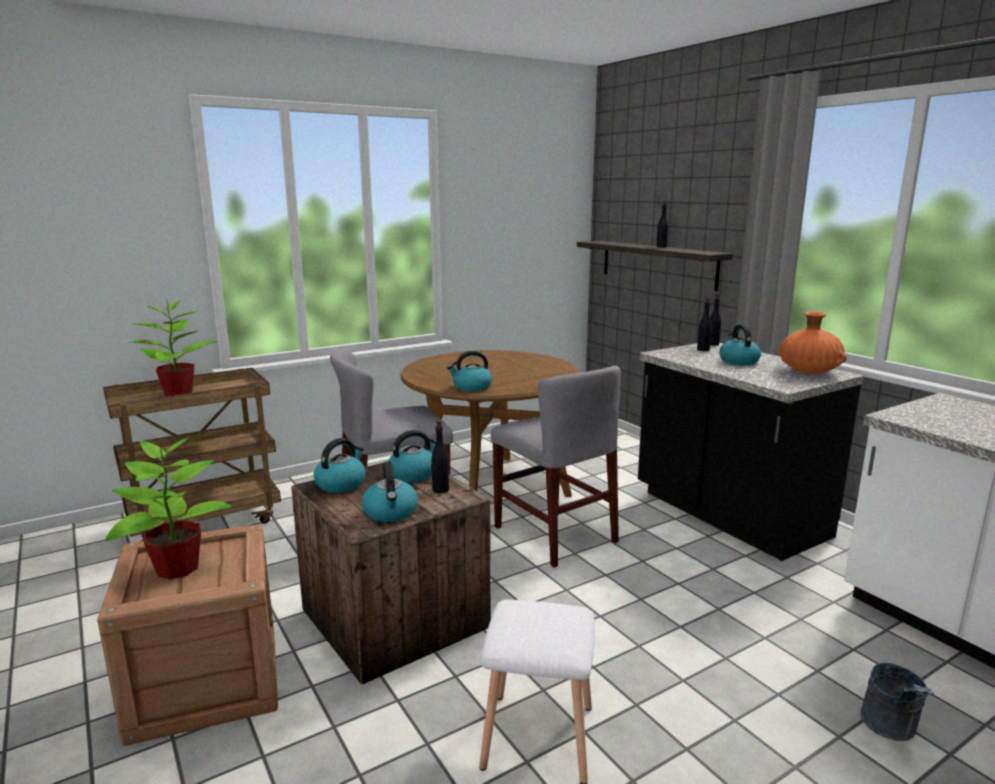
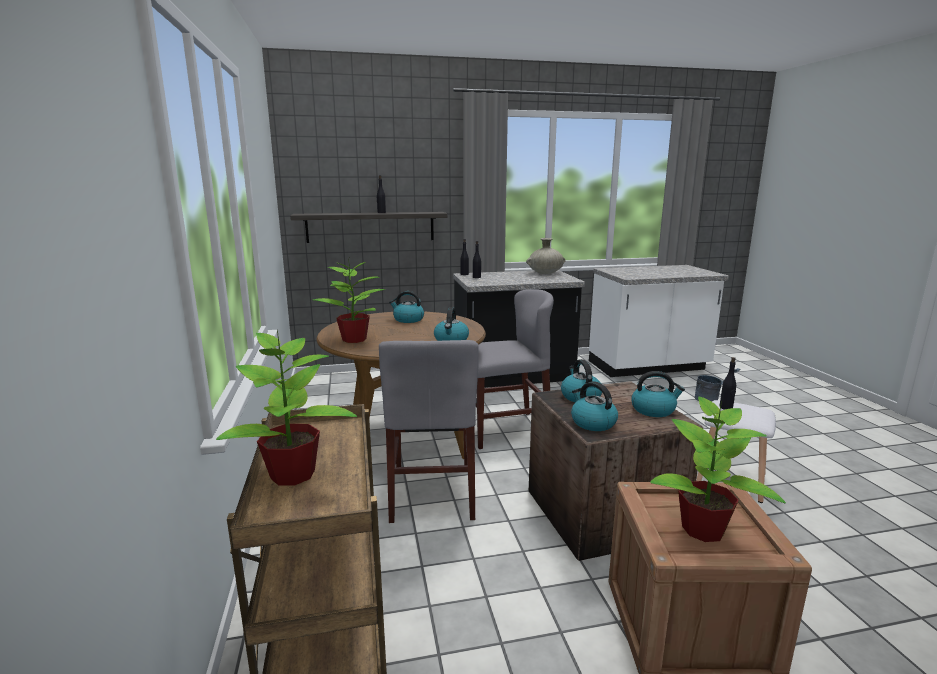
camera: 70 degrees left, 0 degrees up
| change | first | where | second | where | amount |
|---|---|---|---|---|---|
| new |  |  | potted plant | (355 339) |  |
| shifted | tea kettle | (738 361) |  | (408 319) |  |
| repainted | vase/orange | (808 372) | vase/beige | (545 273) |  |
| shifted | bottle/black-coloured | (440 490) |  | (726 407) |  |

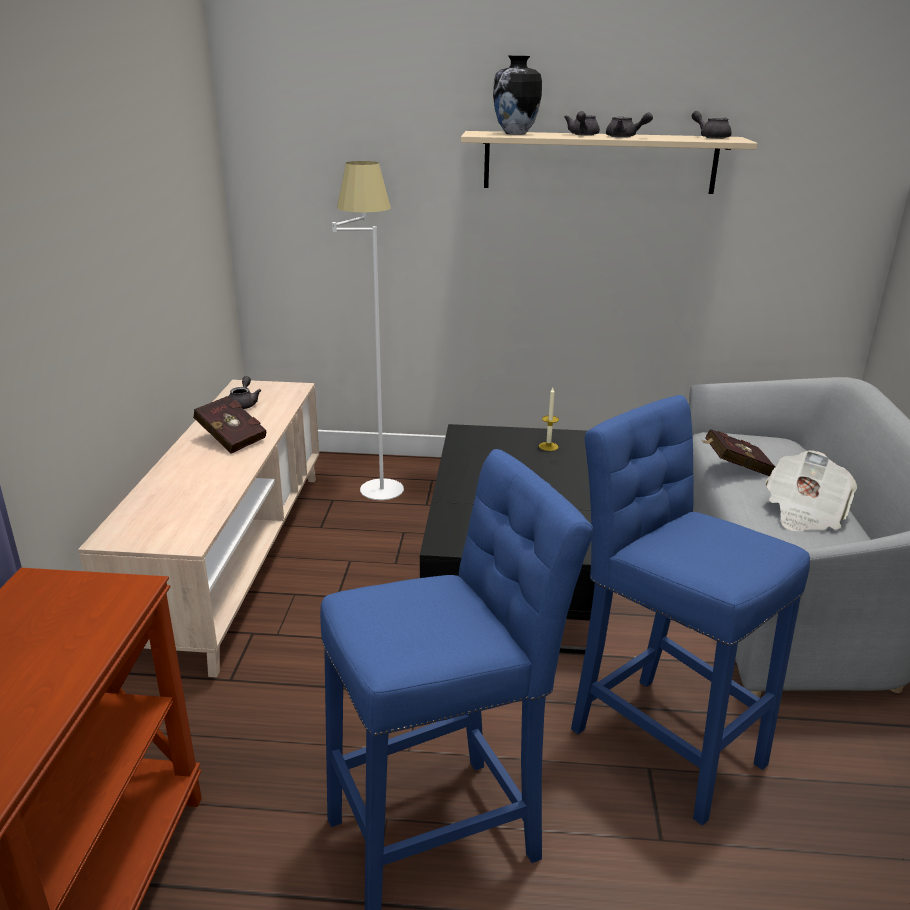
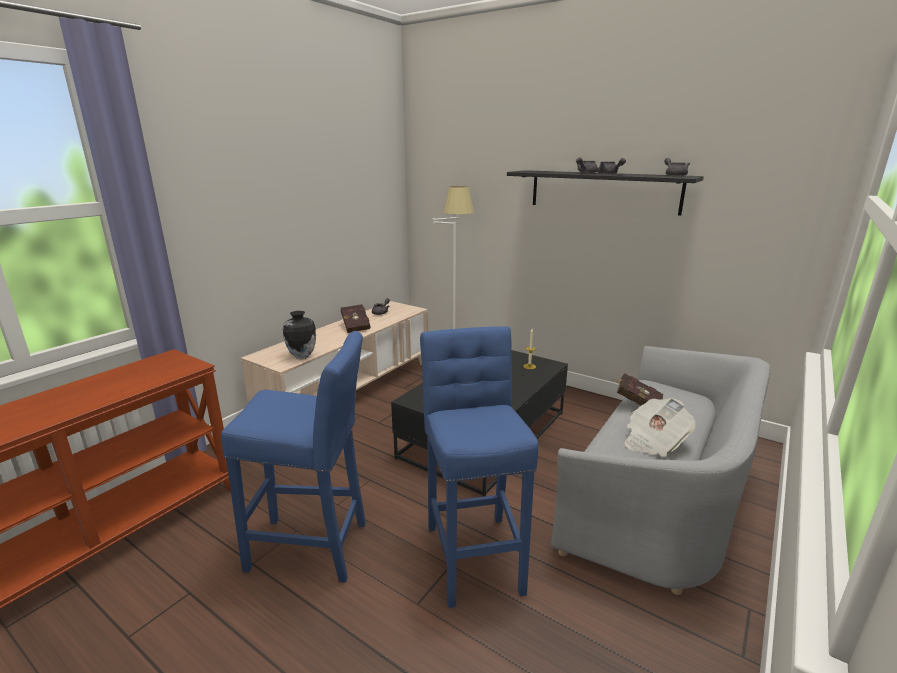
camera: 30 degrees right, 5 degrees down
| change | first | where | second | where | amount |
|---|---|---|---|---|---|
| shifted | vase | (515 133) |  | (301 356) |  |
| repainted | shelf/beige | (599 162) | shelf/black-coloured | (603 191) |  |

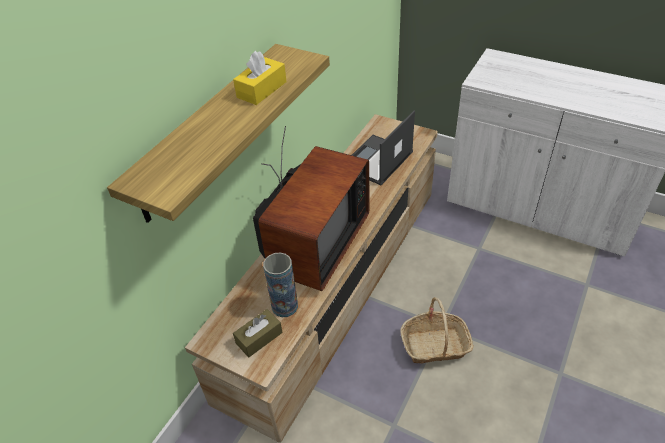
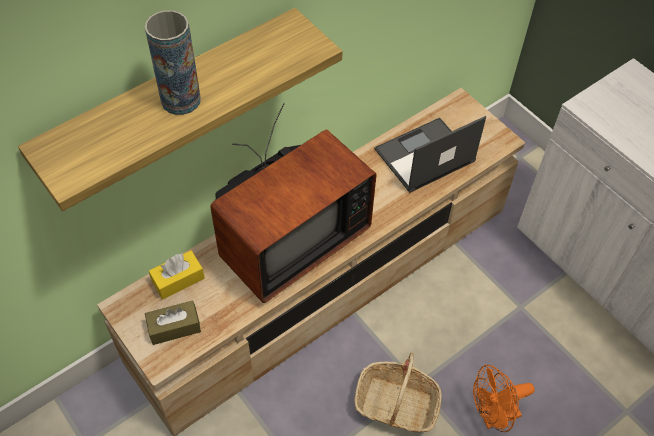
camera: 20 degrees right, 10 degrees up
| change | first | where | second | where | amount |
|---|---|---|---|---|---|
| shifted | vase | (284 306) |  | (181 100) |  |
| shifted | tissue holder/yellowish | (262 90) |  | (178 280) |  |
| new |  |  | electric fan/orange | (493 416) |  |

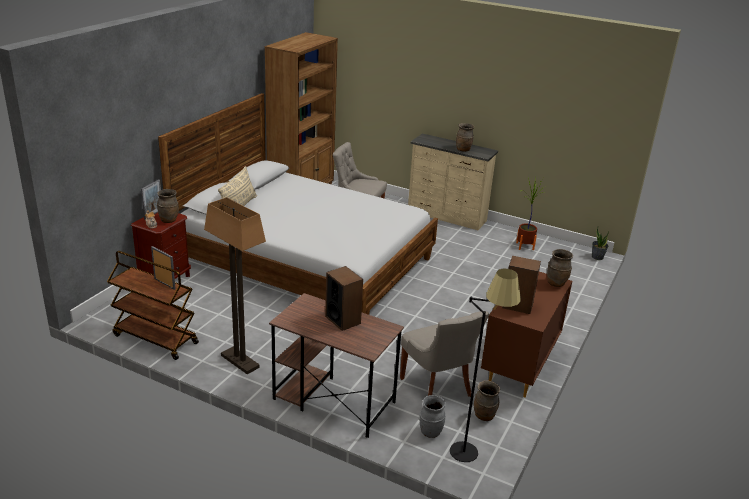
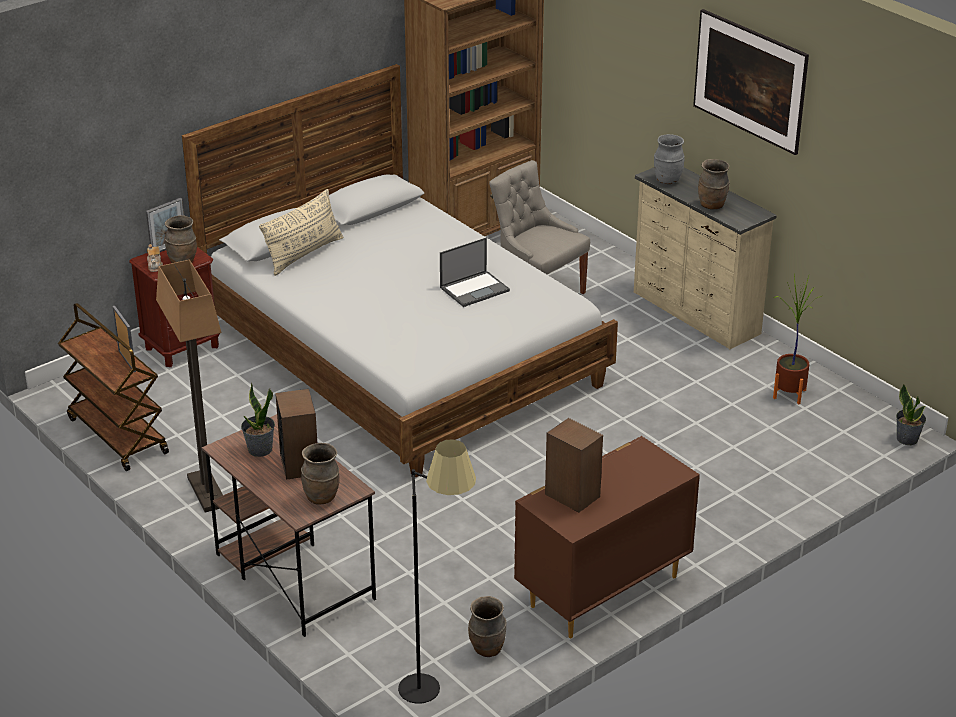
camera: 25 degrees right, 5 degrees up
| change | first | where | second | where | amount |
|---|---|---|---|---|---|
| new |  |  | potted plant | (260 450) |  |
| shifted | vase/brown-coloured | (556 283) |  | (322 498) |  |
| new |  |  | laptop | (475 289) |  |
| shifted | vase/greyish | (430 432) |  | (667 180) |  |
| new |  |  | wall art | (747 105) |  |
| gone | upright chair/greyish | (437 388) |  |  |  |

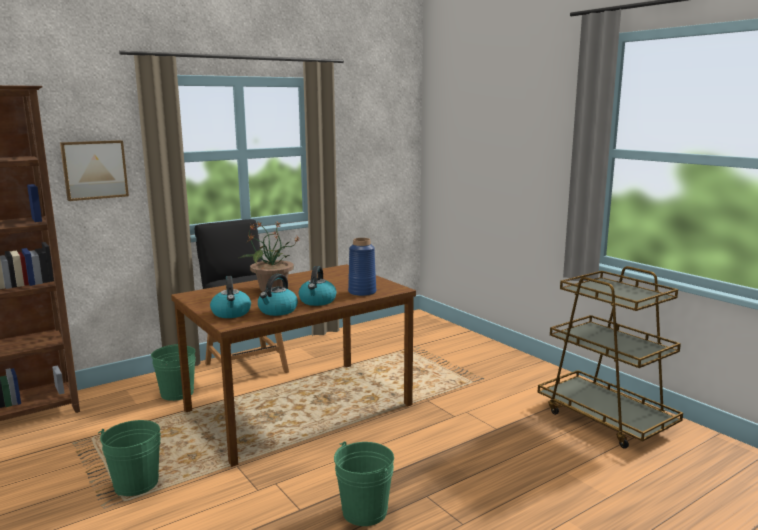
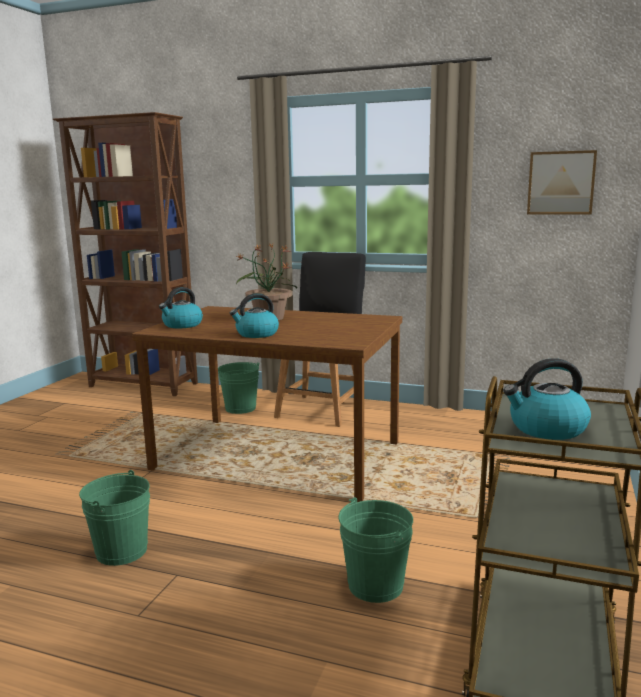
camera: 55 degrees right, 0 degrees up
| change | first | where | second | where | amount |
|---|---|---|---|---|---|
| shifted | bucket/green | (136 485) |  | (375 585) |  |
| shifted | tea kettle | (277 311) |  | (546 429) |  |
| shifted | wall art | (94 169) |  | (561 183) |  |
| gone | vase/bluish | (362 292) |  |  |  |

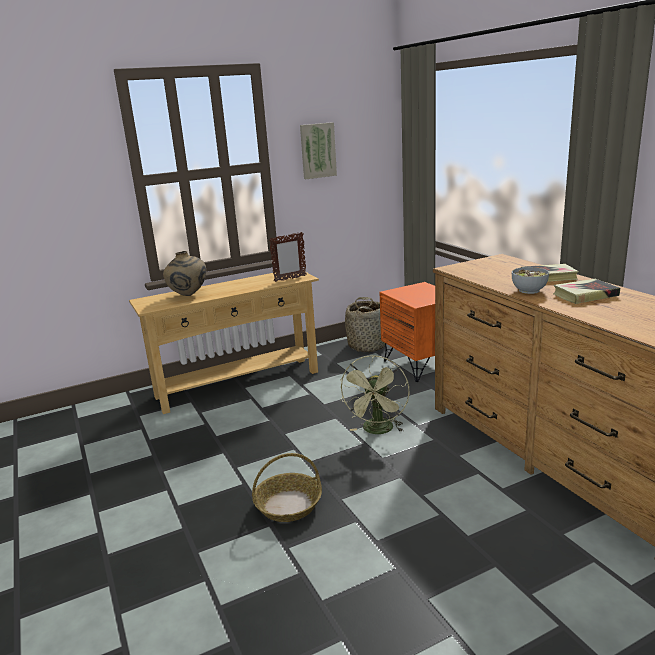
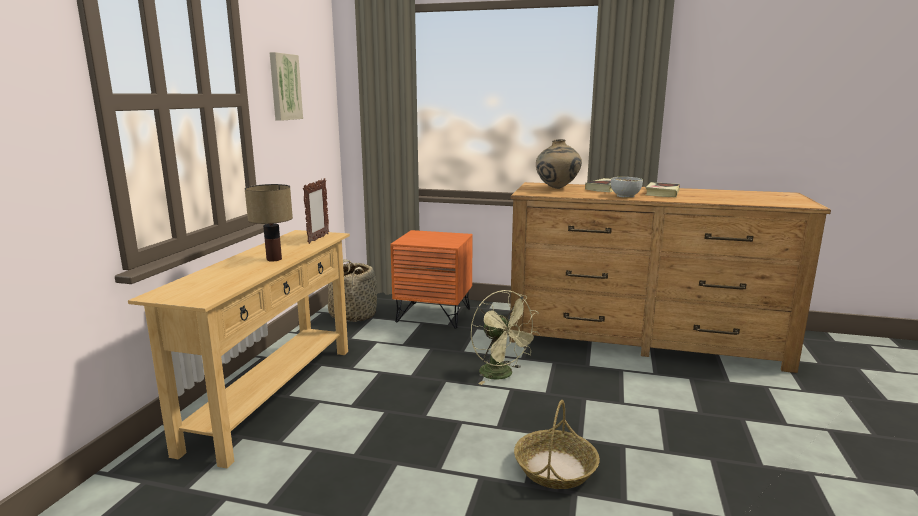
camera: 50 degrees left, 5 degrees down
| change | first | where | second | where | amount |
|---|---|---|---|---|---|
| new |  |  | lamp for a table | (274 259) |  |
| shifted | vase/beige | (188 295) |  | (557 188) |  |

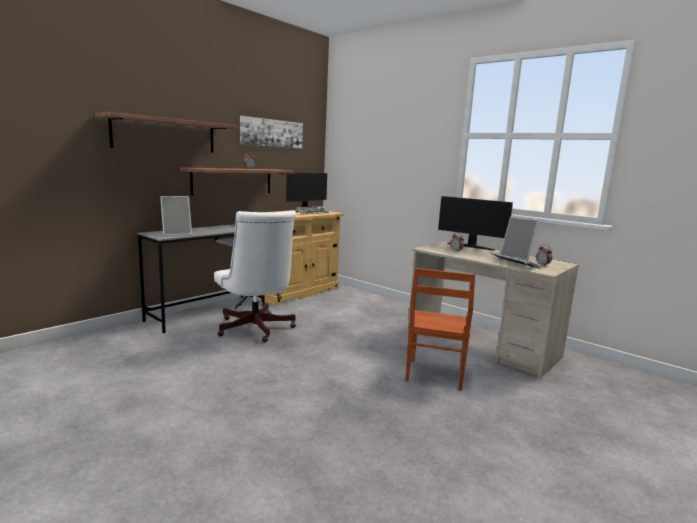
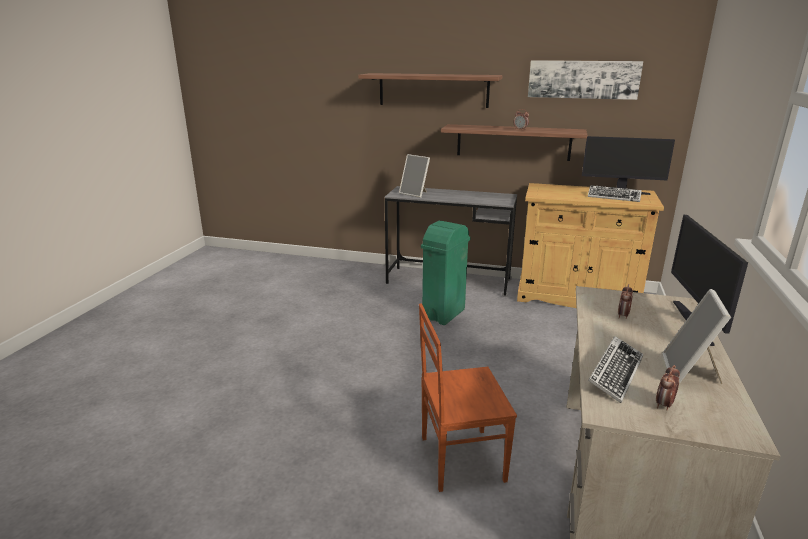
camera: 65 degrees right, 10 degrees up
| change | first | where | second | where | amount |
|---|---|---|---|---|---|
| swapped | desk chair/white | (255 329) | rubbish bin/green | (443 314) |  |

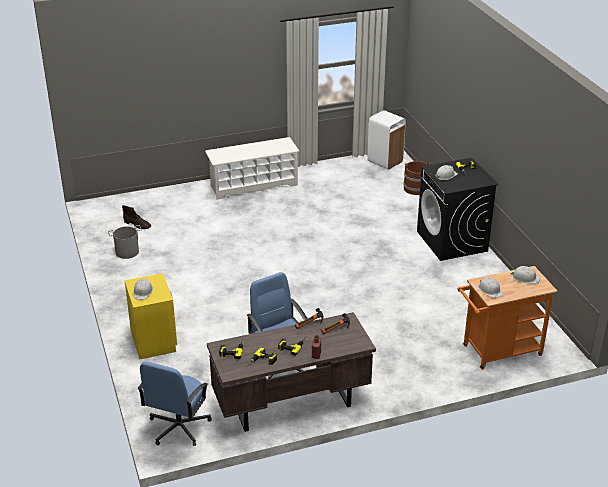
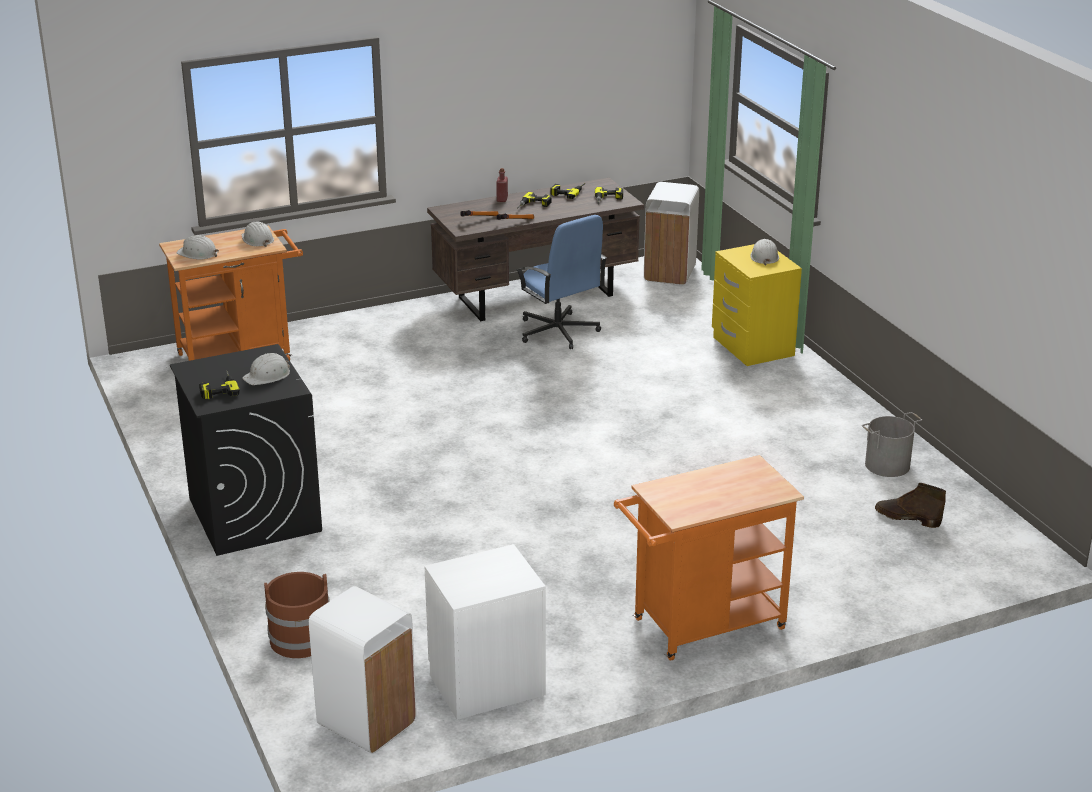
camera: 175 degrees right, 5 degrees down
| change | first | where | second | where | amount |
|---|---|---|---|---|---|
| new |  |  | bedside table/white | (486 684) |  |
| swapped | shoe rack/white | (253 185) | trolley/orange | (700 627) |  |
| swapped | desk chair/bluish | (178 427) | rubbish bin/white | (670 273) |  |

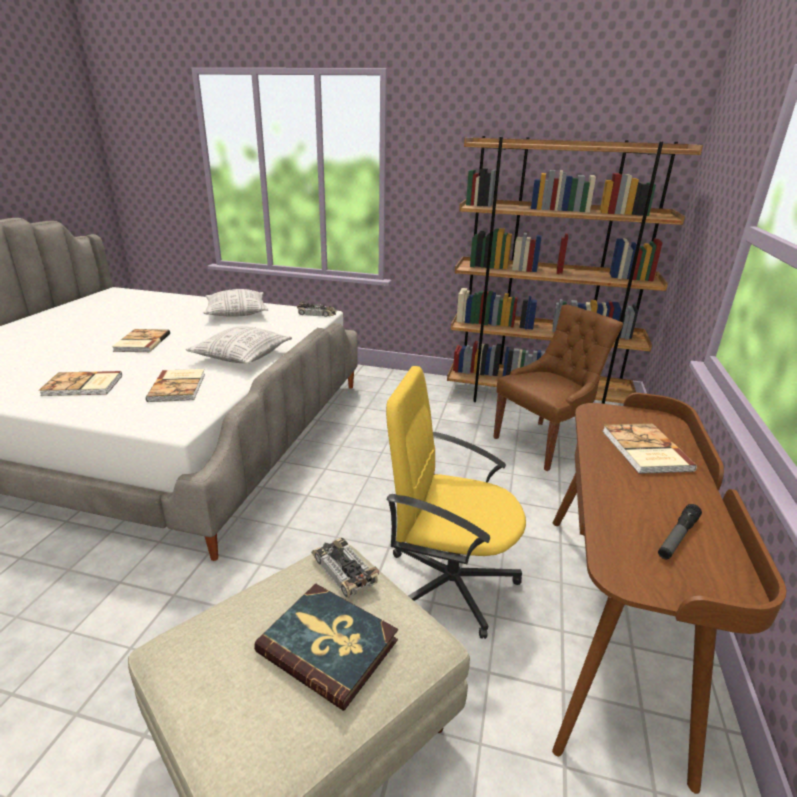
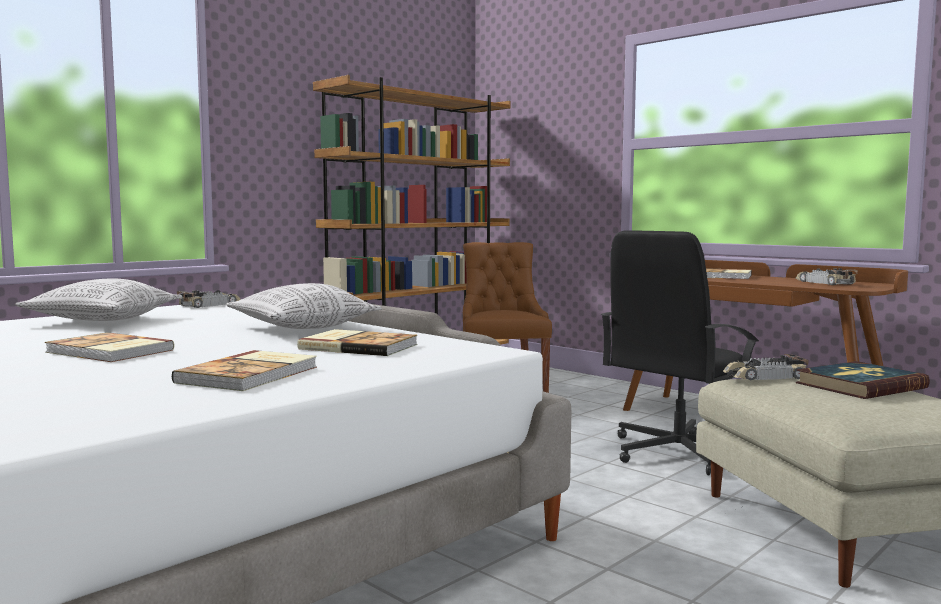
camera: 60 degrees left, 20 degrees down
| change | first | where | second | where | amount |
|---|---|---|---|---|---|
| repainted | desk chair/yellowish | (448 582) | desk chair/black-coloured | (676 452) |  |
| swapped | torch | (677 537) | toy car | (824 282) |  |

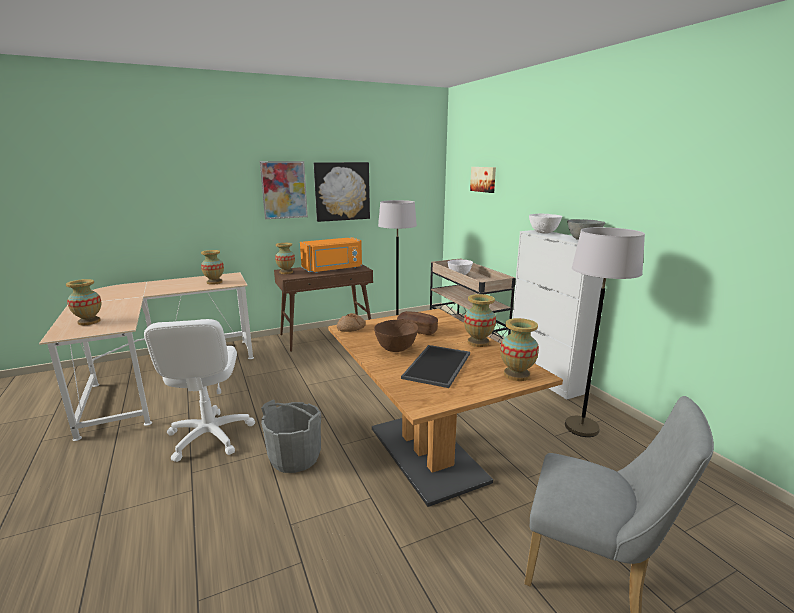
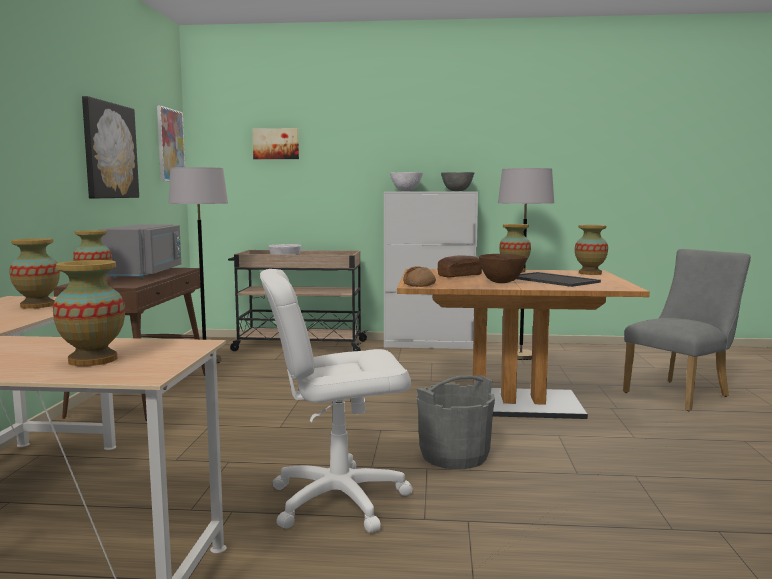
camera: 60 degrees left, 10 degrees down
| change | first | where | second | where | amount |
|---|---|---|---|---|---|
| repainted | microwave/orange | (333 269) | microwave/greyish | (146 274) |  |
| shifted | wall art | (284 190) |  | (170 145) |  |
| rotated | desk chair/white | (209 436) |  | (338 500) | 150 degrees clockwise |

